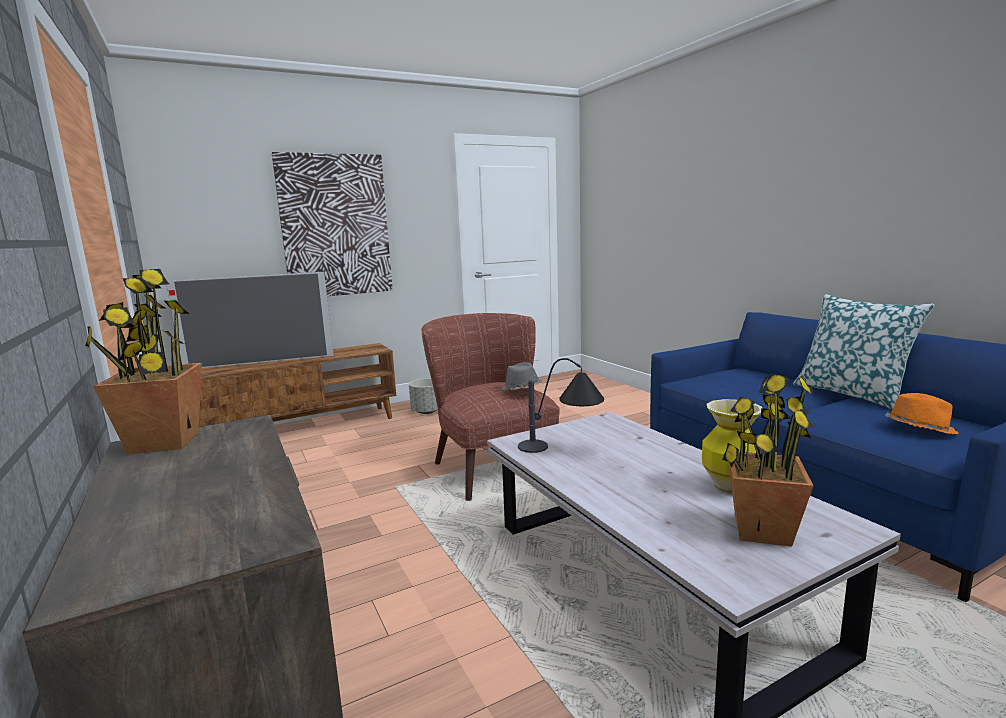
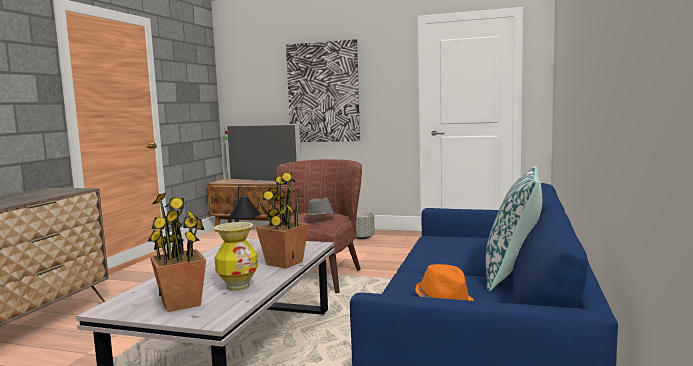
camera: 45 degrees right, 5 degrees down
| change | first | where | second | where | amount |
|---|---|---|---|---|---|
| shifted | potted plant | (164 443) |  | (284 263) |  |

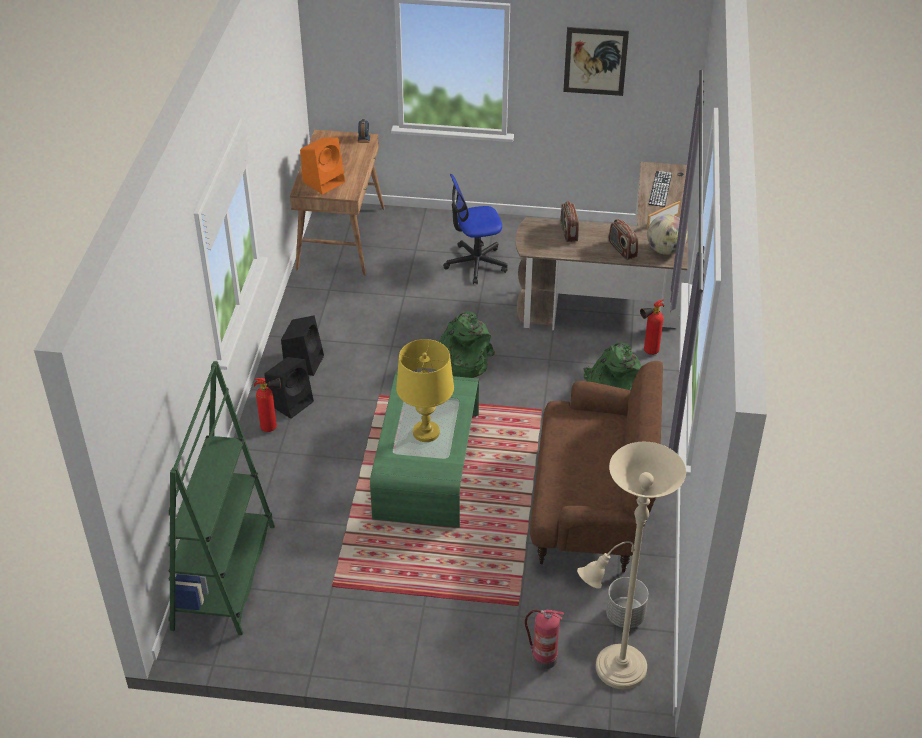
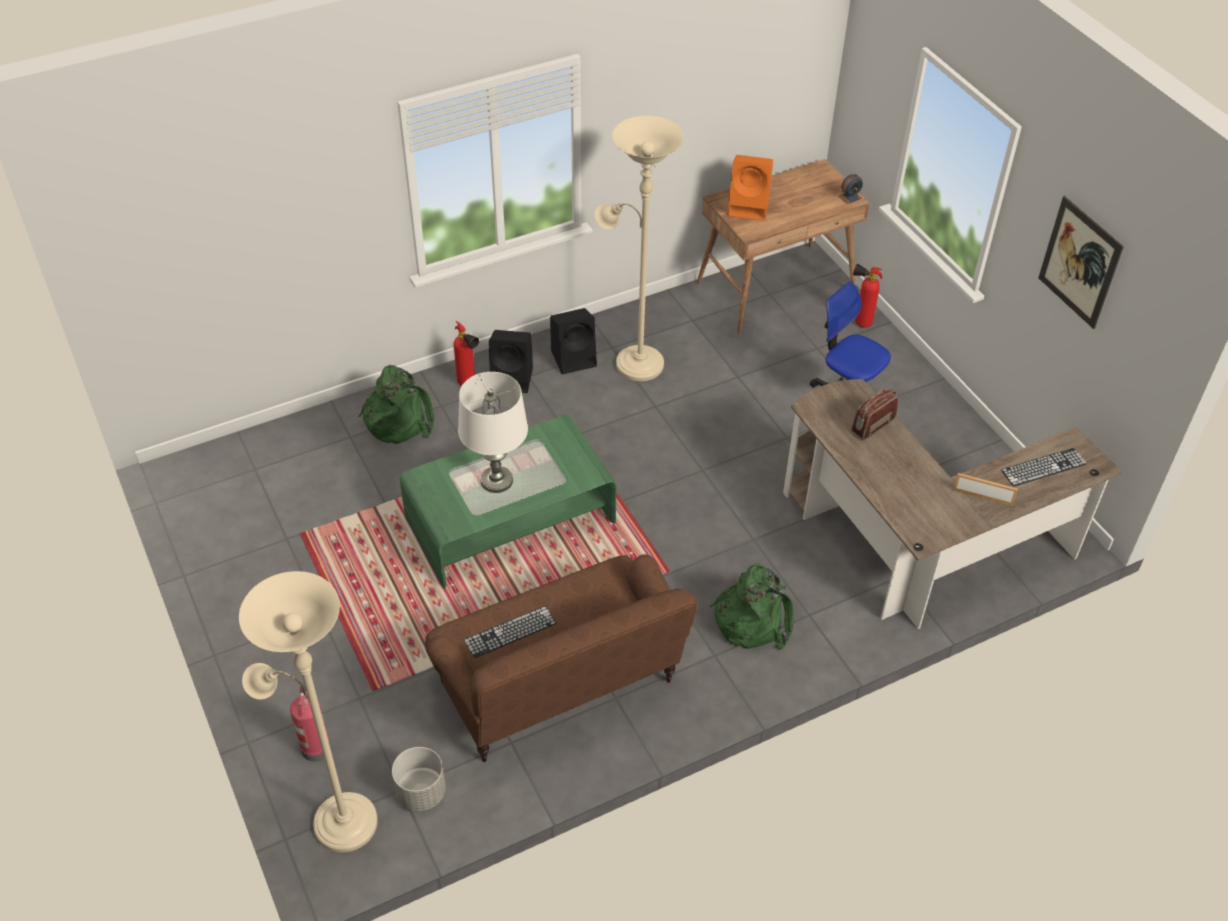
camera: 55 degrees right, 5 degrees up
| change | first | where | second | where | amount |
|---|---|---|---|---|---|
| shifted | backpack/green | (461 361) |  | (399 419) |  |
| repainted | lamp for a table/yellowish | (426 432) | lamp for a table/white | (496 480) |  |
| new |  |  | computer keyboard | (510 632) |  |
| new |  |  | floor lamp/beige | (634 361) |  |
| shifted | extinguisher | (648 352) |  | (859 322) |  |
| gone | bookcase/green | (224 576) |  |  |  |
| gone | radio receiver | (622 250) |  |  |  |
| gone | desk globe | (665 250) |  |  |  |

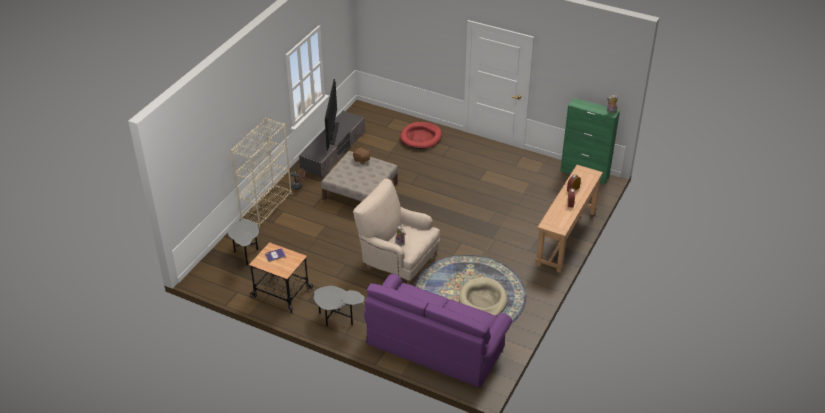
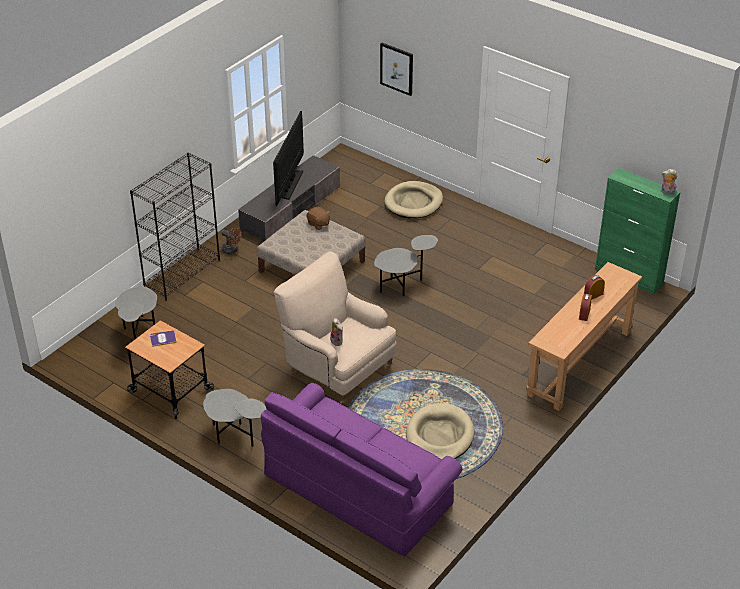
camera: 10 degrees right, 0 degrees up
| change | first | where | second | where | amount |
|---|---|---|---|---|---|
| repainted | bookcase/beige | (266 207) | bookcase/black-coloured | (182 274) |  |
| new |  |  | accent table/greyish | (403 285) |  |
| new |  |  | wall art | (397 68) |  |
| repainted | dog cushion/reddish | (421 137) | dog cushion/beige | (413 202) |  |

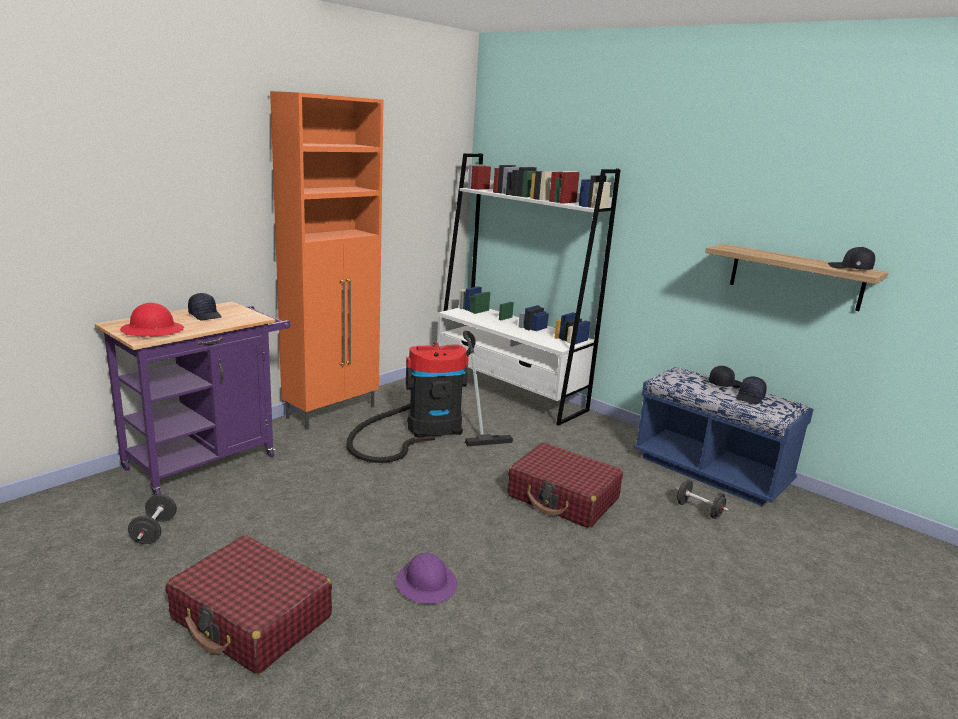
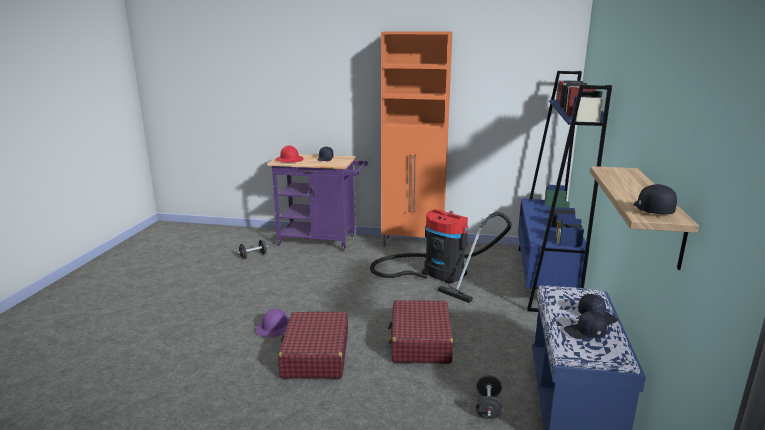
camera: 60 degrees right, 0 degrees up
| change | first | where | second | where | amount |
|---|---|---|---|---|---|
| shifted | travel case/reddish | (252 618) |  | (315 355) |  |
| repainted | bookcase/white | (509 392) | bookcase/bluish | (544 278) |  |

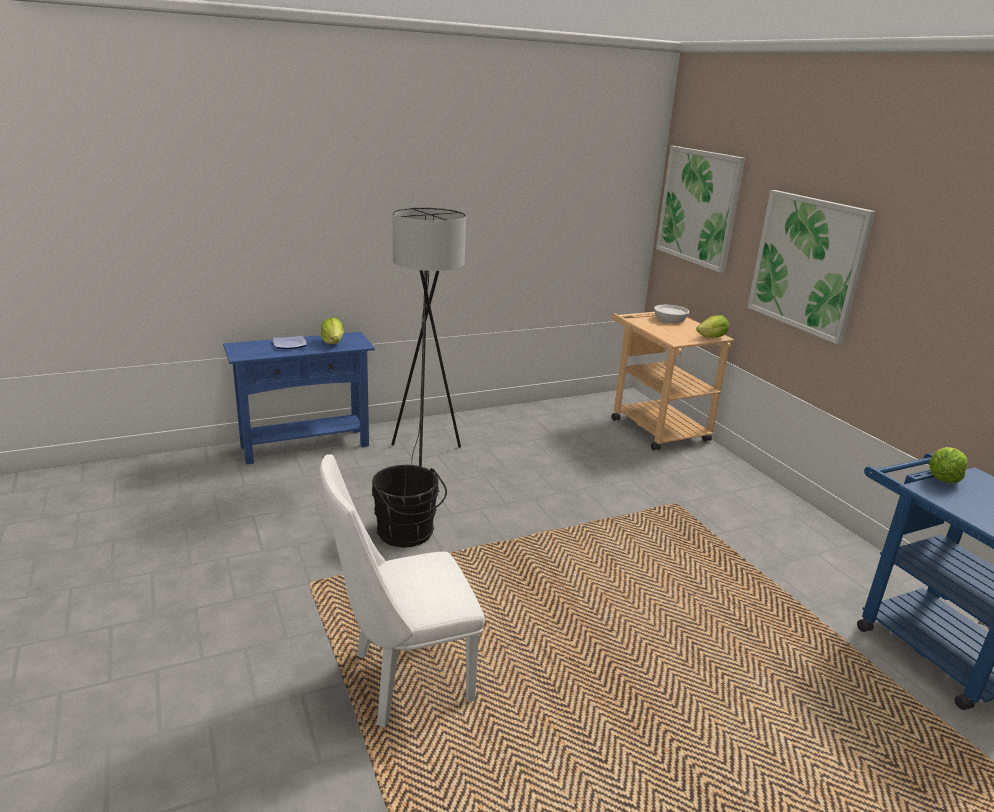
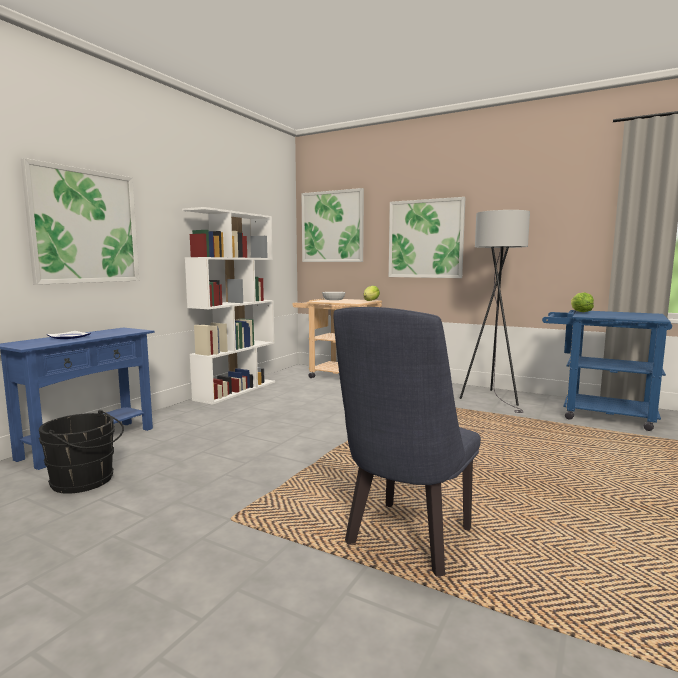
camera: 35 degrees left, 15 degrees down
| change | first | where | second | where | amount |
|---|---|---|---|---|---|
| new |  |  | wall art | (85 226) |  |
| shifted | bucket/black-coloured | (407 534) |  | (85 481) |  |
| new |  |  | bookcase/white | (236 390) |  |
| repainted | upright chair/white | (402 680) | upright chair/bluish | (405 542) |  |
| shifted | floor lamp/greyish | (424 459) |  | (493 399) |  |
| gone | head of lettuce | (333 342) |  |  |  |

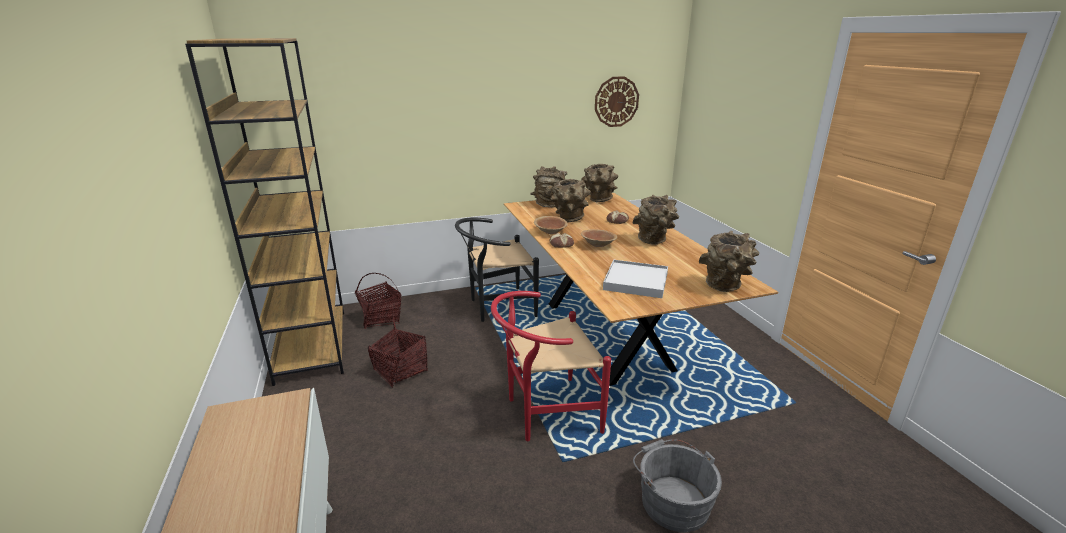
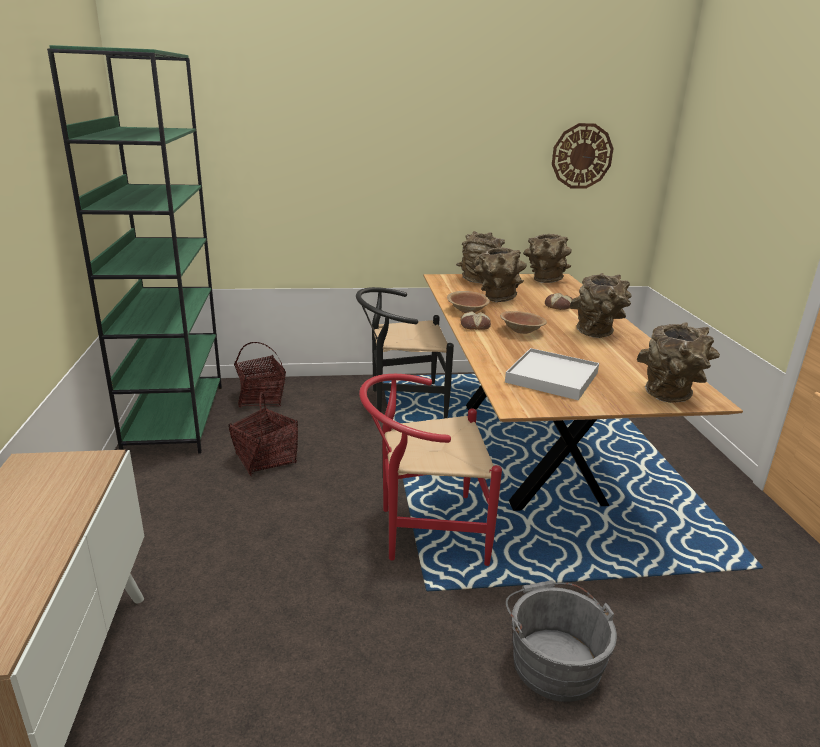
camera: 10 degrees right, 0 degrees up
| change | first | where | second | where | amount |
|---|---|---|---|---|---|
| repainted | bookcase/brown-coloured | (311 345) | bookcase/green | (175 418) |  |

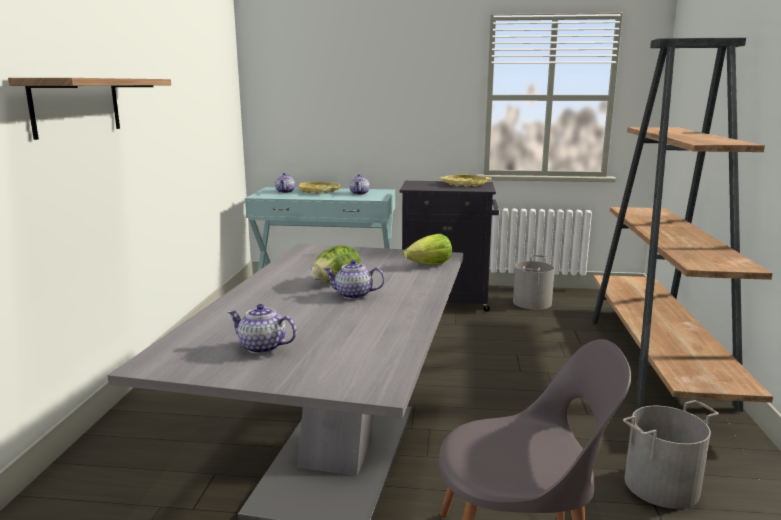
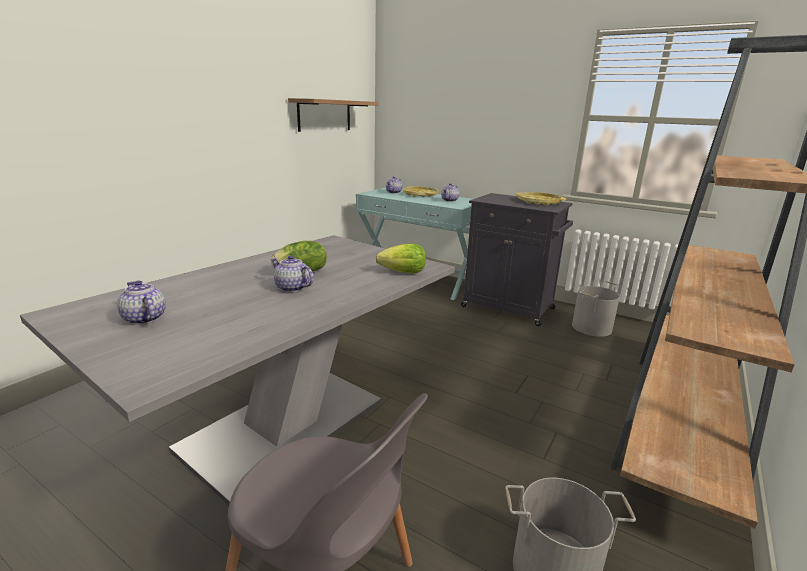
camera: 25 degrees right, 5 degrees up
| change | first | where | second | where | amount |
|---|---|---|---|---|---|
| shifted | shelf | (77 106) |  | (324 115) |  |

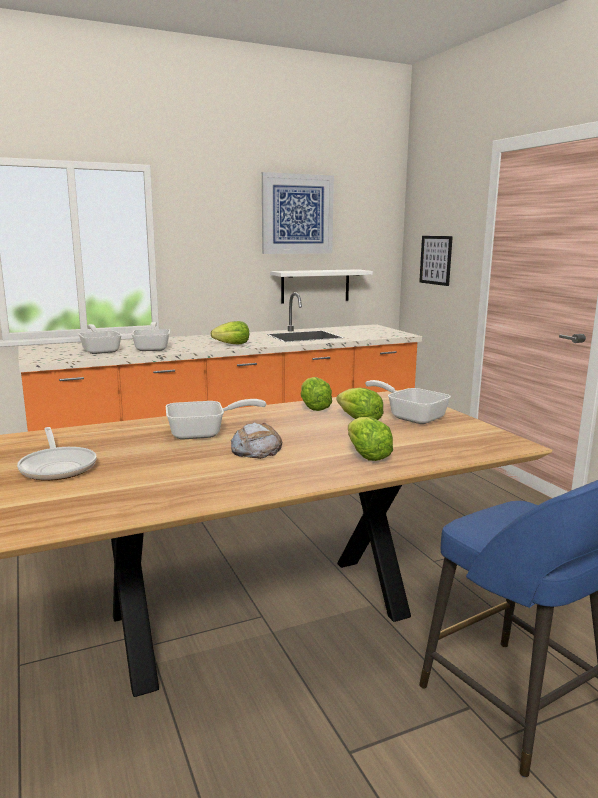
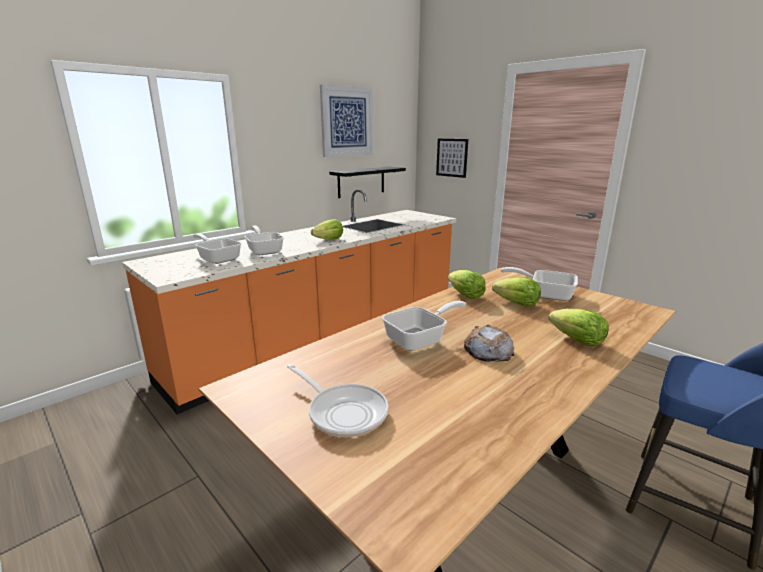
camera: 20 degrees left, 5 degrees up
| change | first | where | second | where | amount |
|---|---|---|---|---|---|
| repainted | shelf/white | (315 286) | shelf/black-coloured | (361 182) |  |

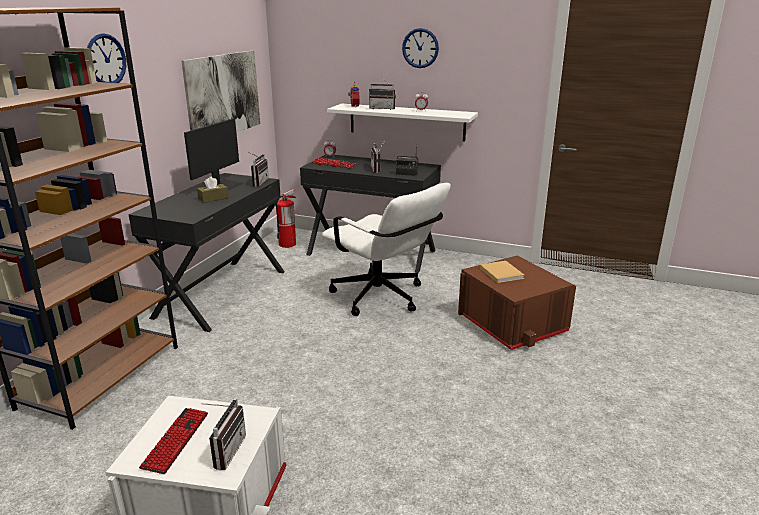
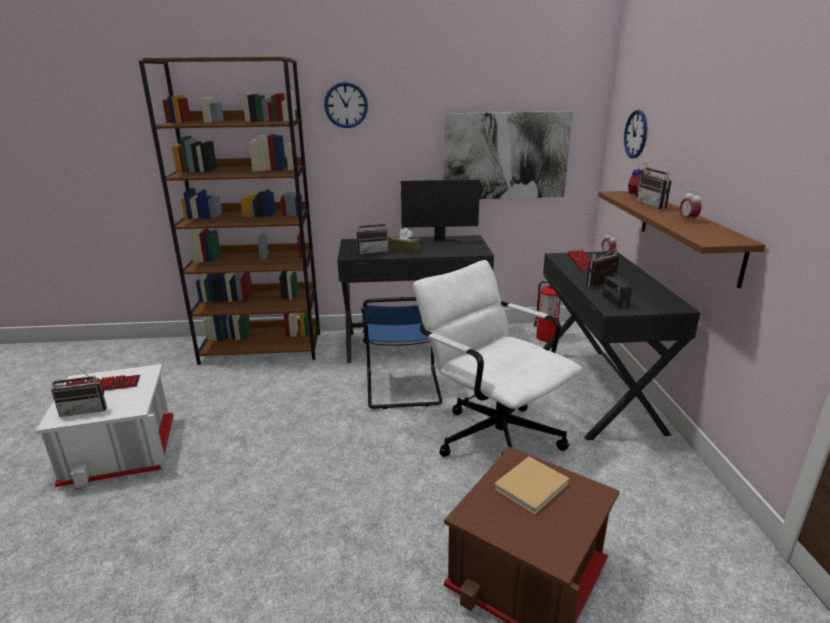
camera: 65 degrees right, 0 degrees up
| change | first | where | second | where | amount |
|---|---|---|---|---|---|
| shifted | radio receiver | (257 182) |  | (372 251) |  |
| new |  |  | upright chair/bluish | (403 389) |  |
| rotated | desk chair/white | (384 299) |  | (490 434) | 120 degrees clockwise |
| repainted | shelf/white | (406 122) | shelf/brown-coloured | (688 234) |  |
| shifted | clock on the wall | (420 48) |  | (636 134) |  |

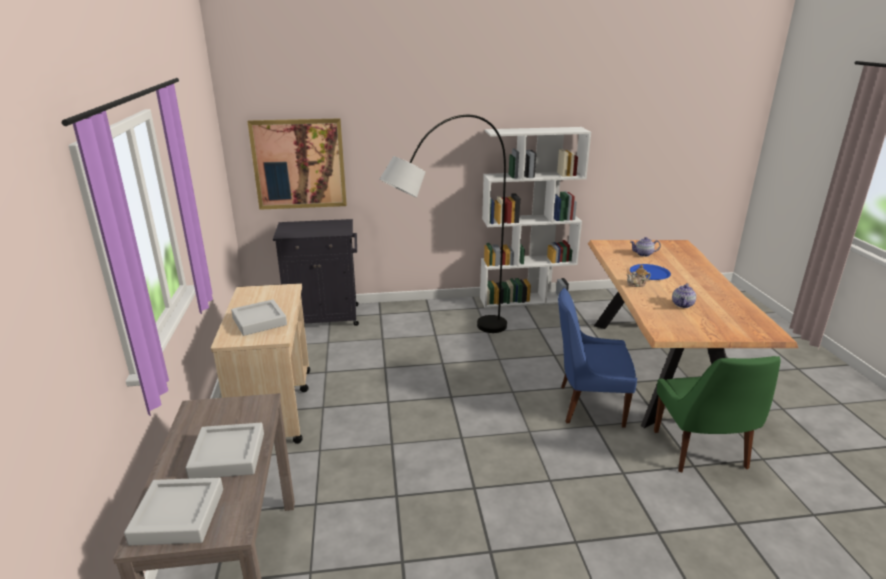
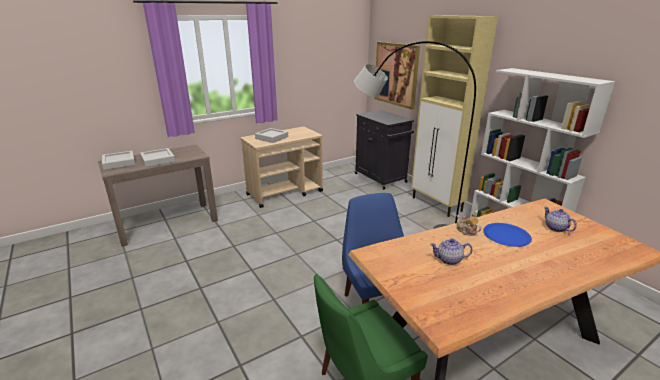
camera: 65 degrees right, 0 degrees up
| change | first | where | second | where | amount |
|---|---|---|---|---|---|
| new |  |  | cupboard/beige | (437 205) |  |

